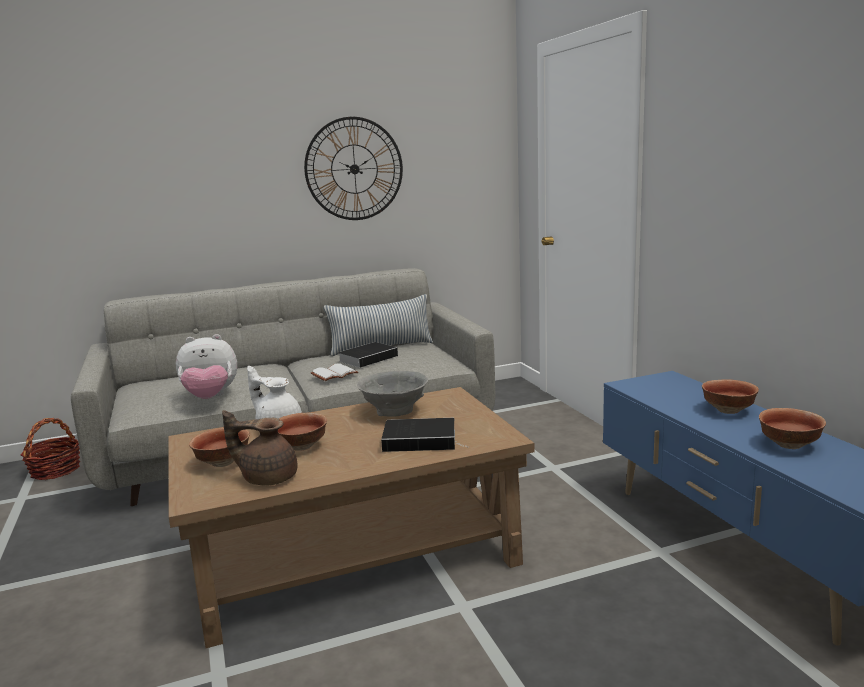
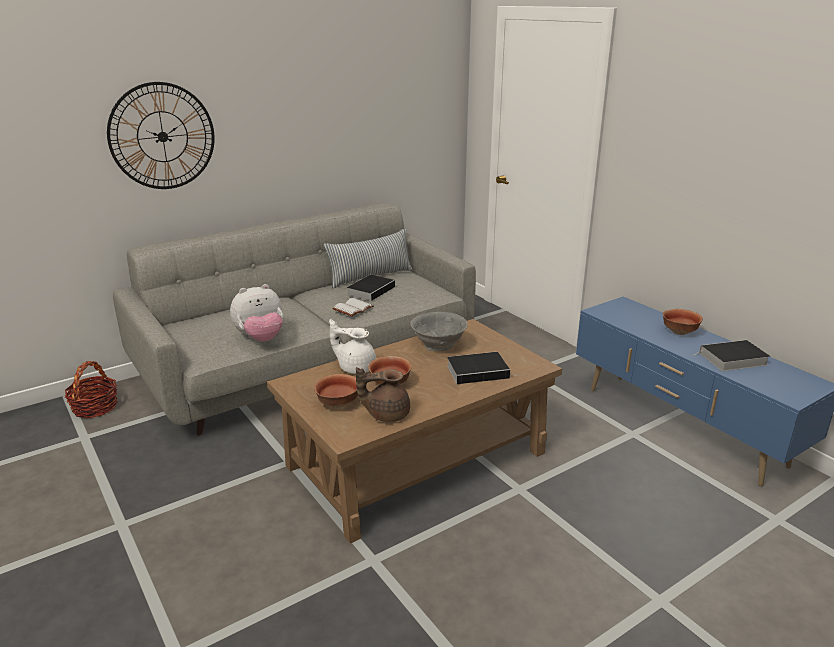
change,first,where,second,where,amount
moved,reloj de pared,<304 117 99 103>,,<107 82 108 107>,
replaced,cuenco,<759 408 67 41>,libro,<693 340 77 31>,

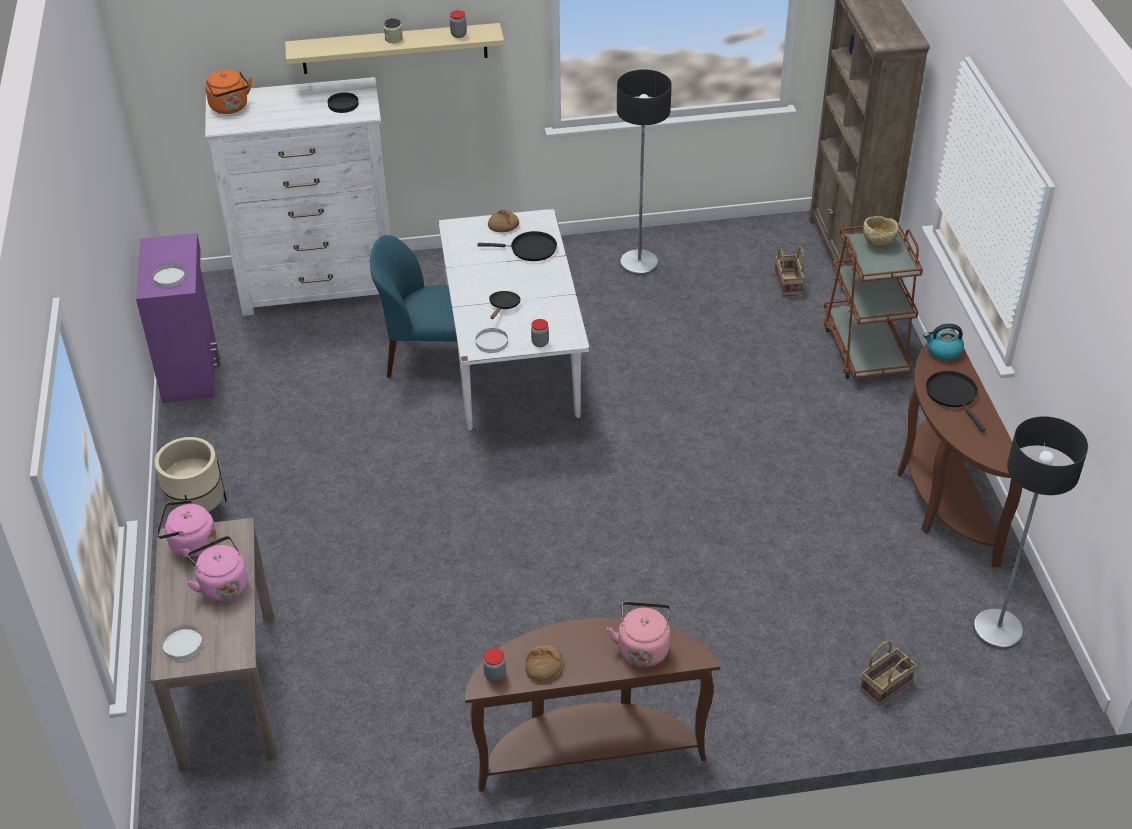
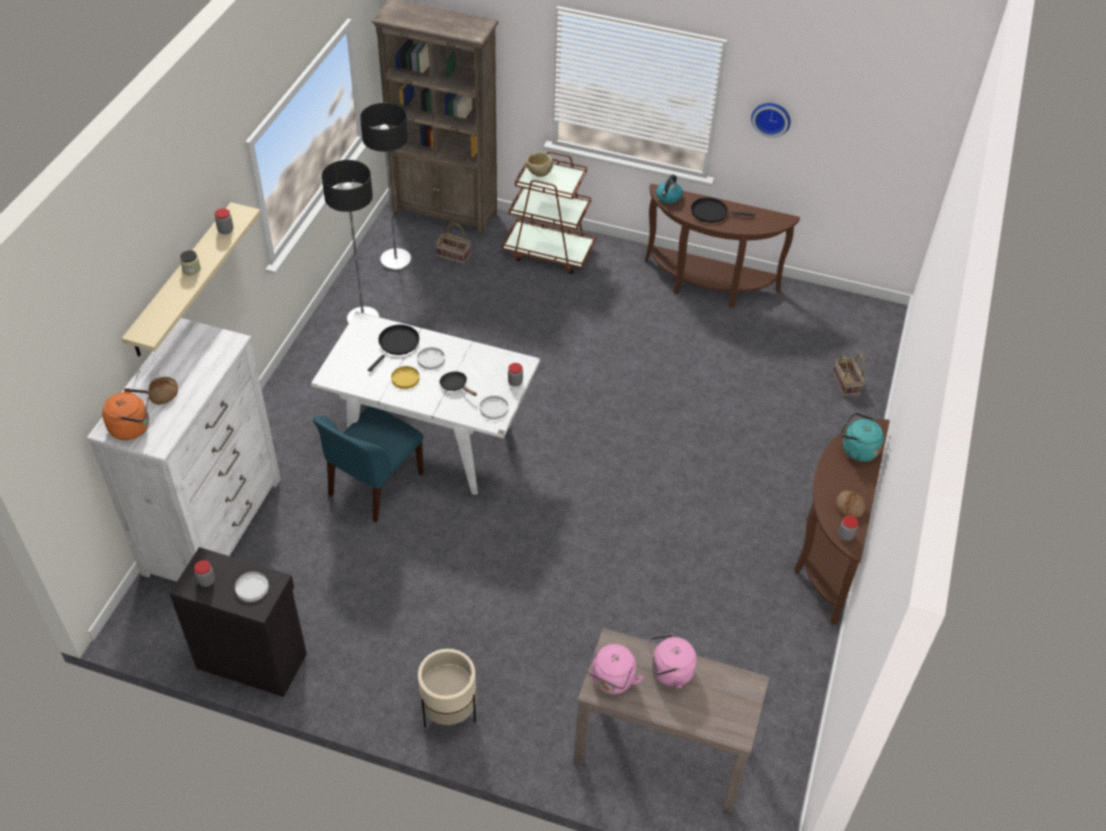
change,first,where,second,where,amount
removed,plato [negro],<328 92 31 21>,,,
added,,,tarro,<194 560 21 27>,
added,,,plato [amarillo],<391 366 29 23>,
added,,,reloj de pared,<751 103 40 35>,
moved,plato [blanco],<162 625 41 35>,,<417 347 28 23>,
moved,pan,<488 210 31 22>,,<148 377 30 28>,
moved,lámpara de pie,<973 416 115 233>,,<360 103 52 168>,
recoloured,armario [morado],<136 233 84 170>,armario [negro],<169 547 138 150>,
recoloured,hervidor [rosa],<607 602 64 65>,hervidor [turquesa],<840 412 44 50>,

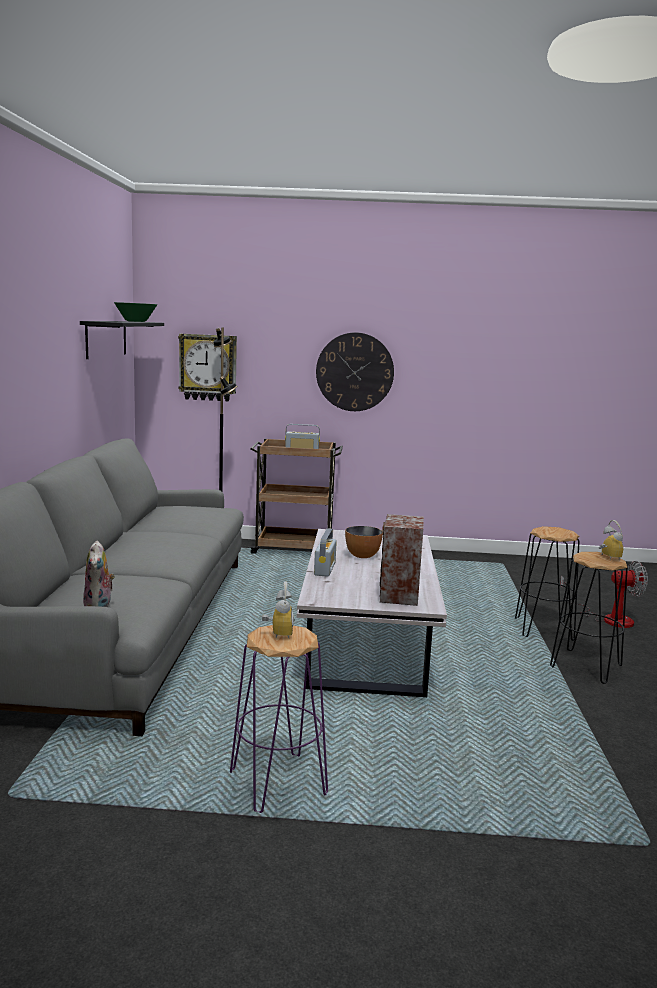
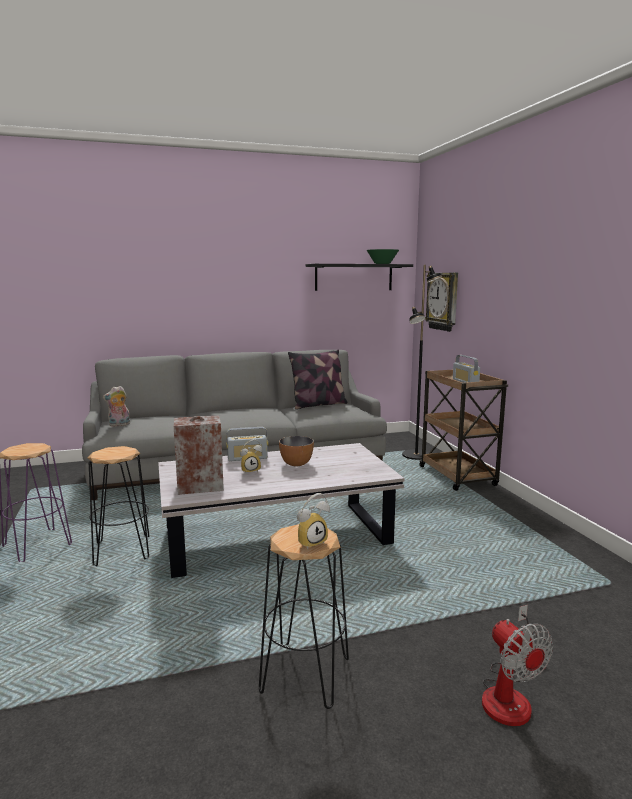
change,first,where,second,where,amount
removed,reloj de pared,<316 332 78 79>,,,
added,,,cojín,<288 350 59 59>,
moved,despertador,<262 582 32 56>,,<240 439 22 34>,
moved,taburete [negro],<515 526 65 115>,,<88 446 61 120>,

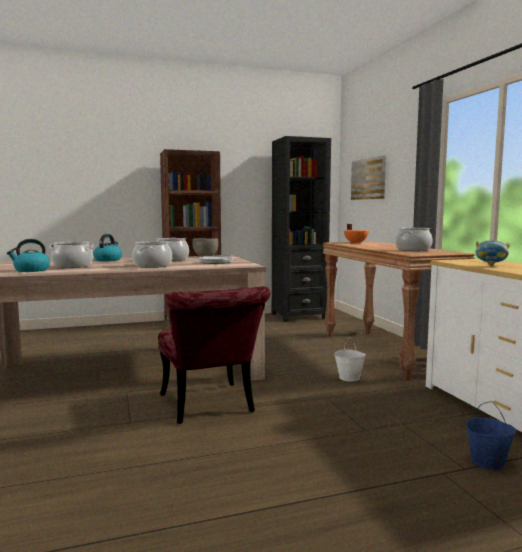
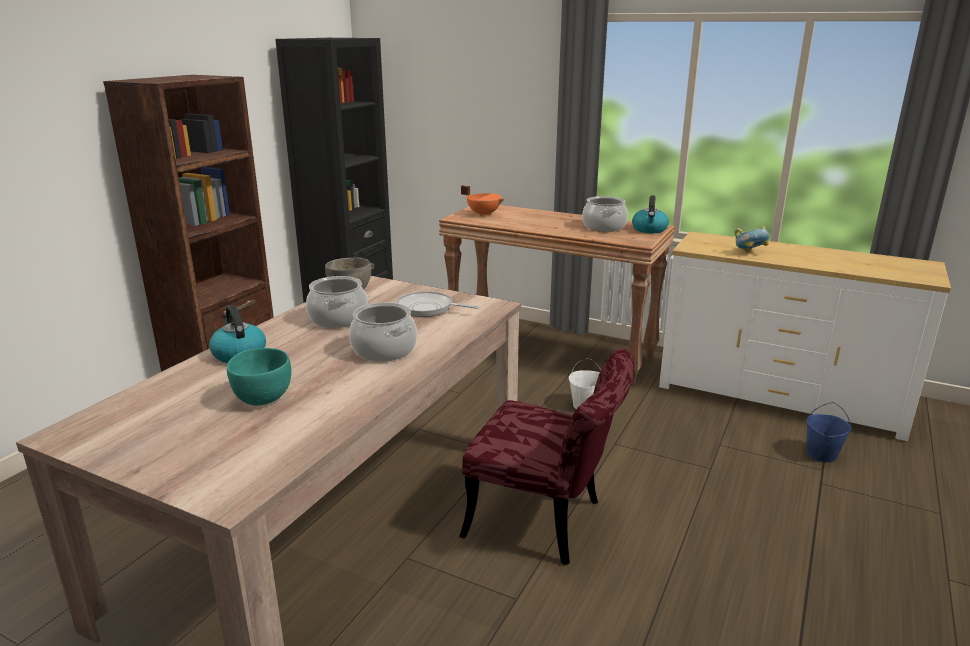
change,first,where,second,where,amount
removed,cuadro,<351 155 35 45>,,,
moved,hervidor,<7 239 43 33>,,<632 195 37 38>,
replaced,olla,<49 241 46 27>,cuenco [turquesa],<227 348 64 58>,

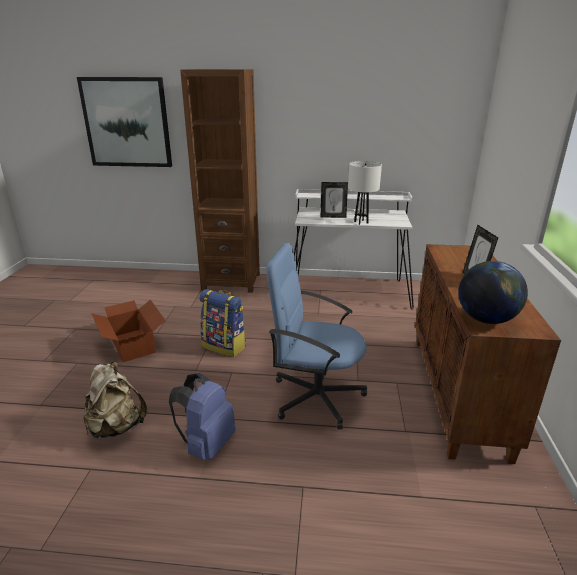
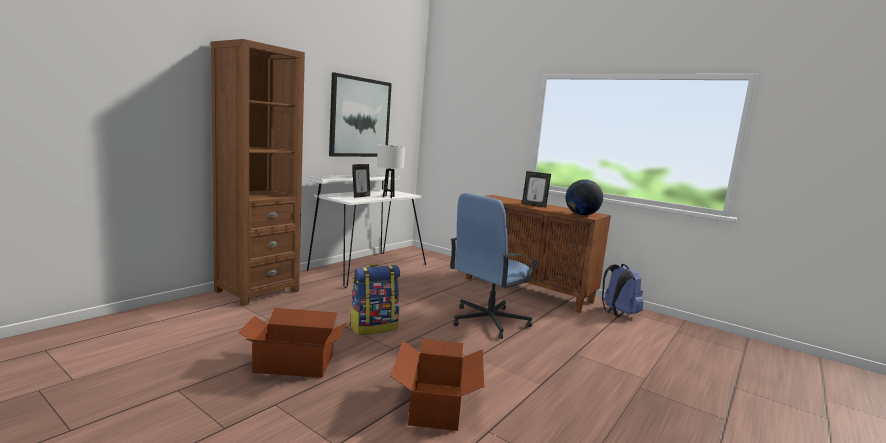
change,first,where,second,where,amount
moved,cuadro,<77 77 95 90>,,<329 73 63 84>,
moved,mochila [azul],<169 373 67 87>,,<602 264 41 53>,
replaced,mochila [beis],<83 362 64 77>,caja de cartón,<390 339 94 92>,

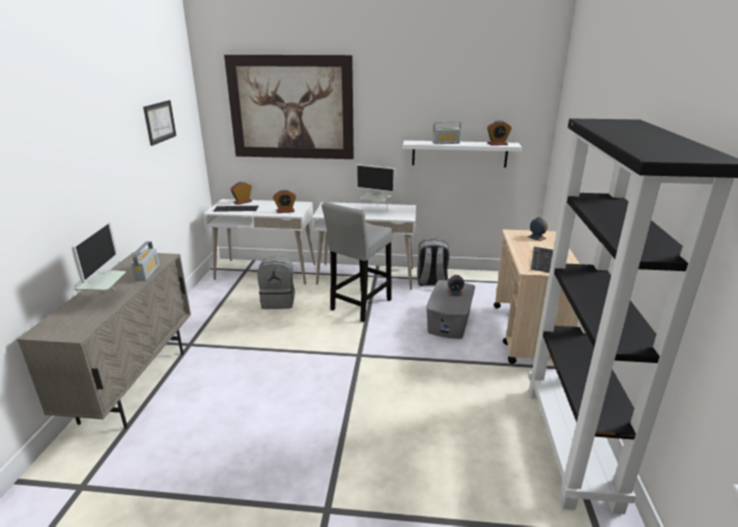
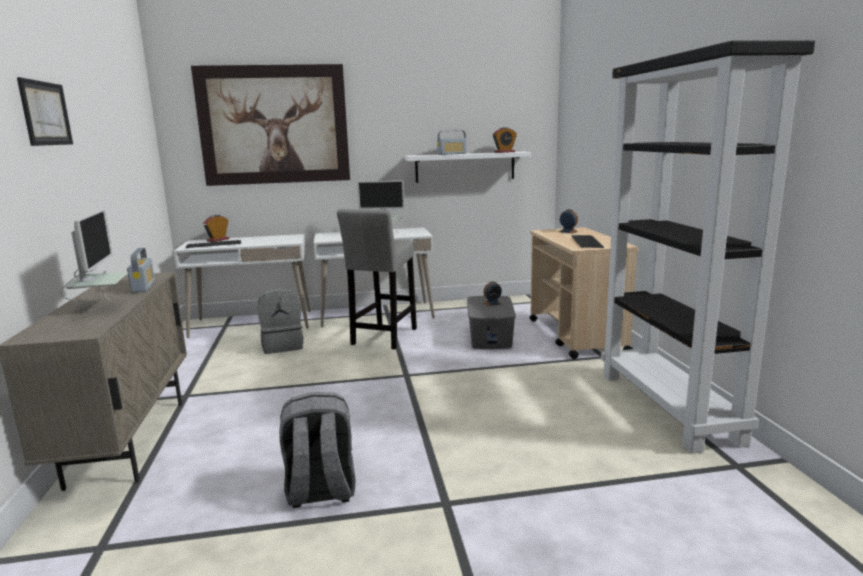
change,first,where,second,where,amount
removed,despertador,<273 190 23 23>,,,
moved,cuadro,<143 100 33 46>,,<17 77 56 69>,
moved,mochila [gris],<417 238 33 48>,,<279 392 77 116>,

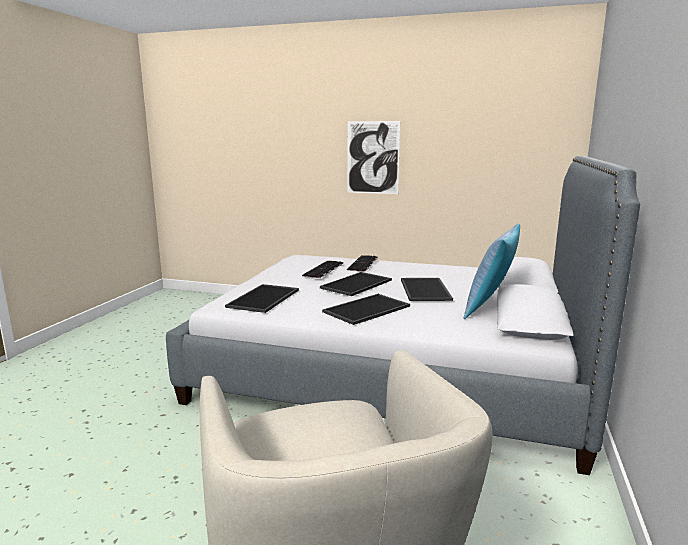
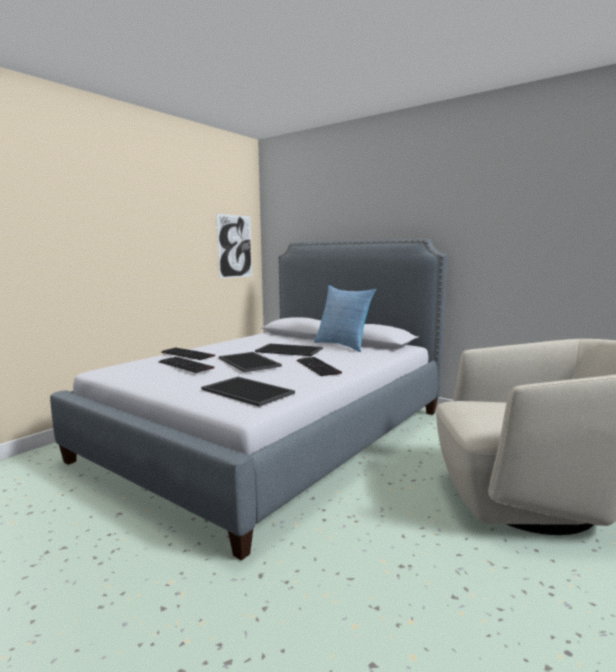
change,first,where,second,where,amount
moved,cuadro,<348 121 52 73>,,<217 214 35 64>,
replaced,bandeja,<322 294 88 31>,teclado,<297 357 45 19>,

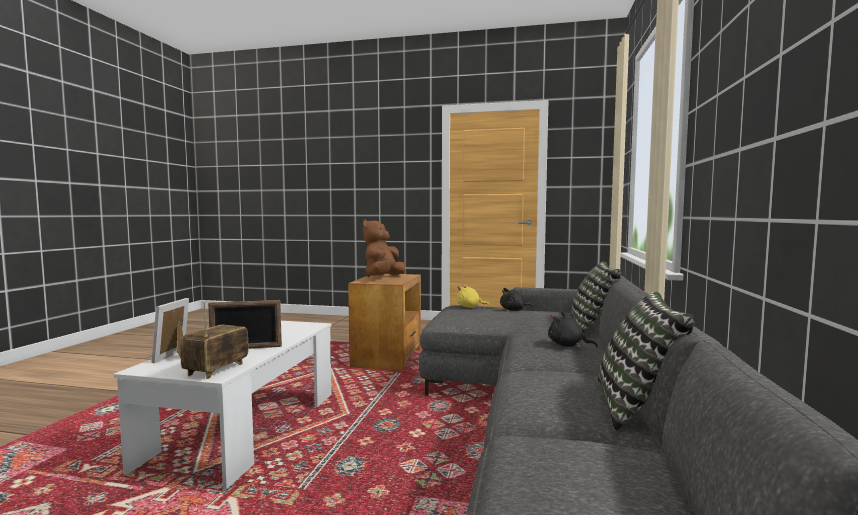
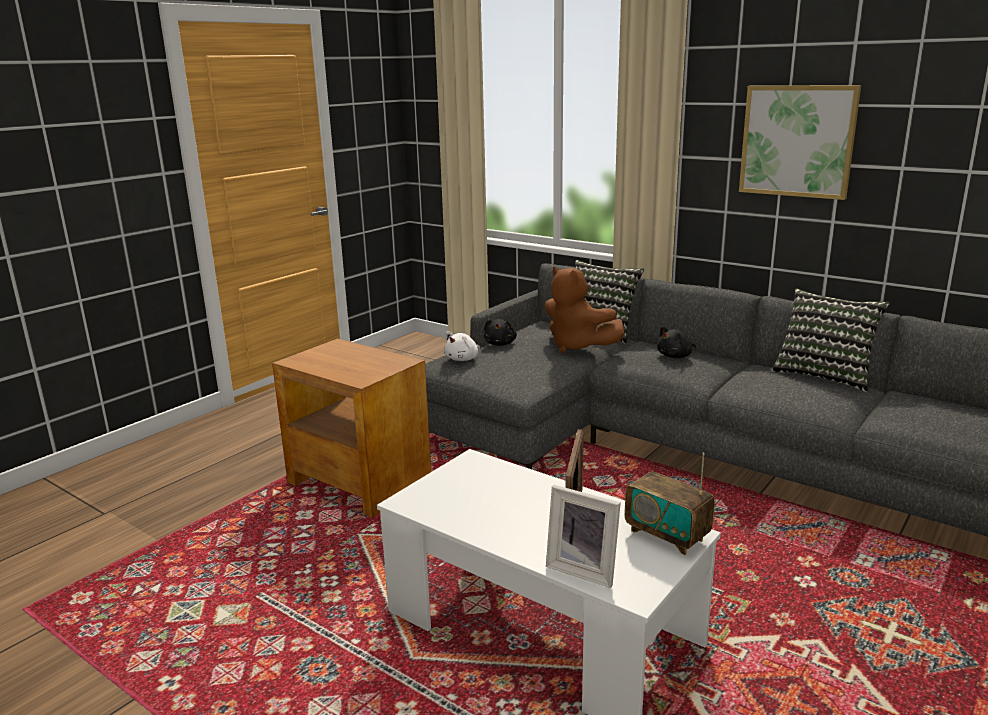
change,first,where,second,where,amount
added,,,cuadro,<739 85 122 115>,
moved,peluche [marrón],<363 220 43 57>,,<545 267 79 86>,
recoloured,peluche [amarillo],<456 284 34 24>,peluche [blanco],<444 332 36 29>,

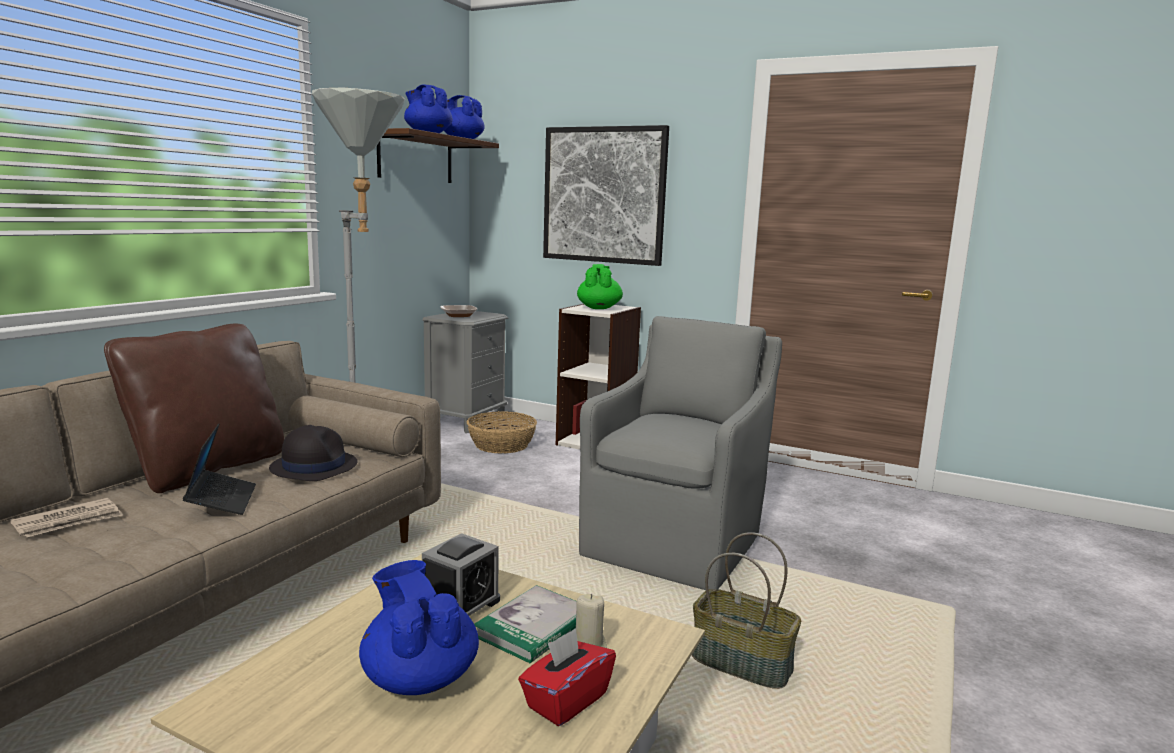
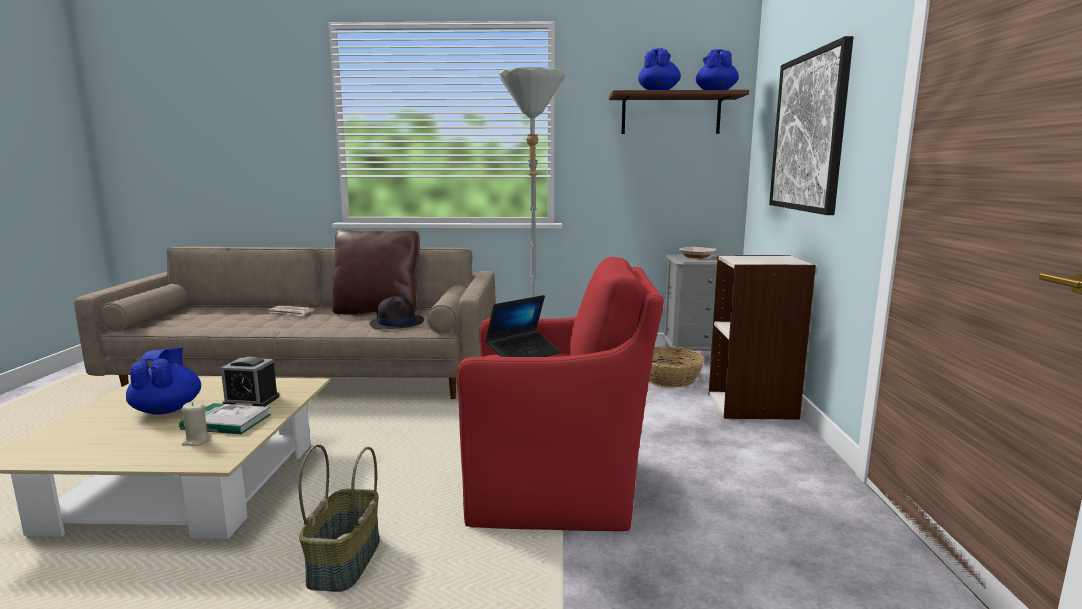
change,first,where,second,where,amount
removed,caja de pañuelos [rojo],<518 628 98 98>,,,
removed,tetera [verde],<577 264 46 45>,,,
moved,portátil,<183 423 73 92>,,<485 295 76 62>,
recoloured,sillón [gris],<579 316 203 274>,sillón [rojo],<457 257 207 274>,
turned,tetera [azul],<359 560 120 135>,,<126 347 75 68>,45 degrees counterclockwise

